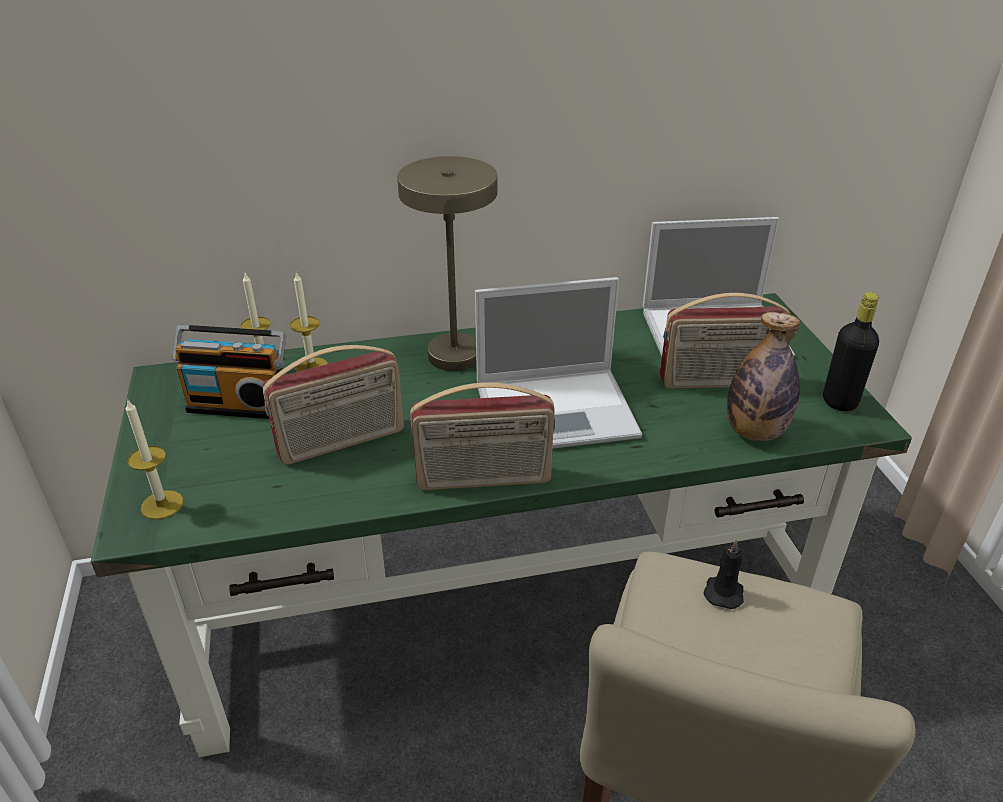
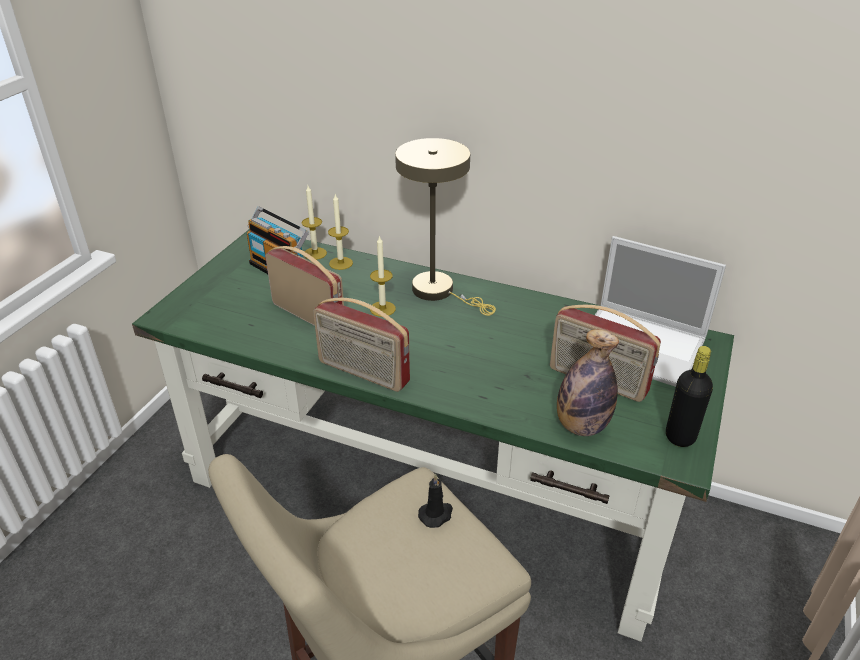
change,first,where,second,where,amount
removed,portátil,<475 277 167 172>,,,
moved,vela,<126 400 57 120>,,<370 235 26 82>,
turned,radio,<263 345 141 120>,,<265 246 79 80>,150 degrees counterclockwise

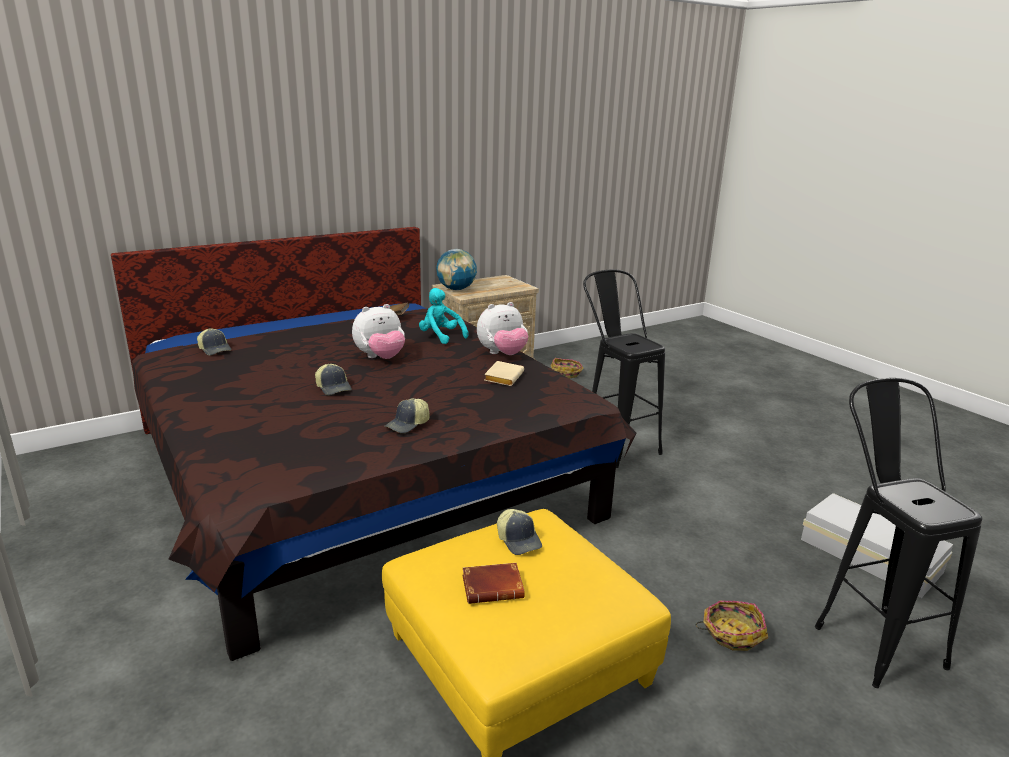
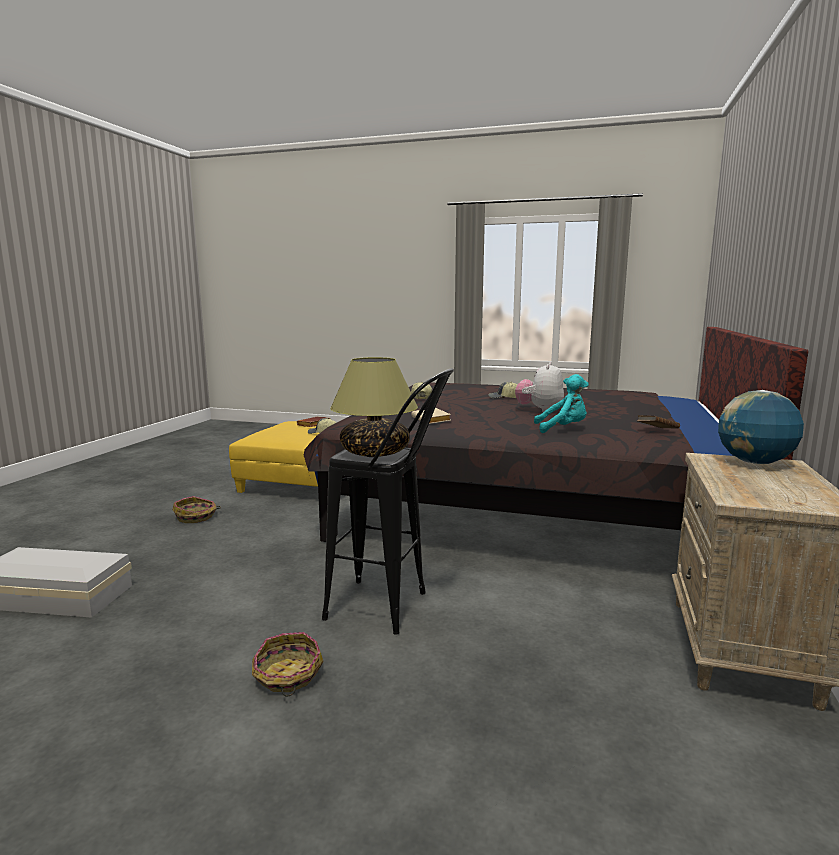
change,first,where,second,where,amount
removed,gorra,<197 328 35 28>,,,
removed,peluche,<477 302 51 53>,,,
removed,taburete [negro],<815 378 167 310>,,,
added,,,lámpara de mesa,<330 357 88 100>,
moved,cesta,<551 358 32 21>,,<252 632 71 65>,

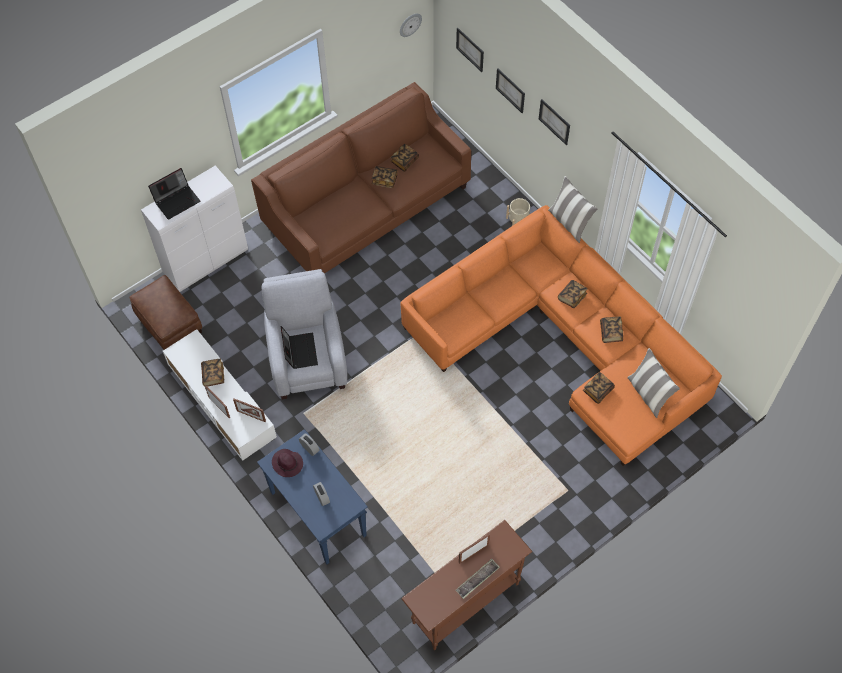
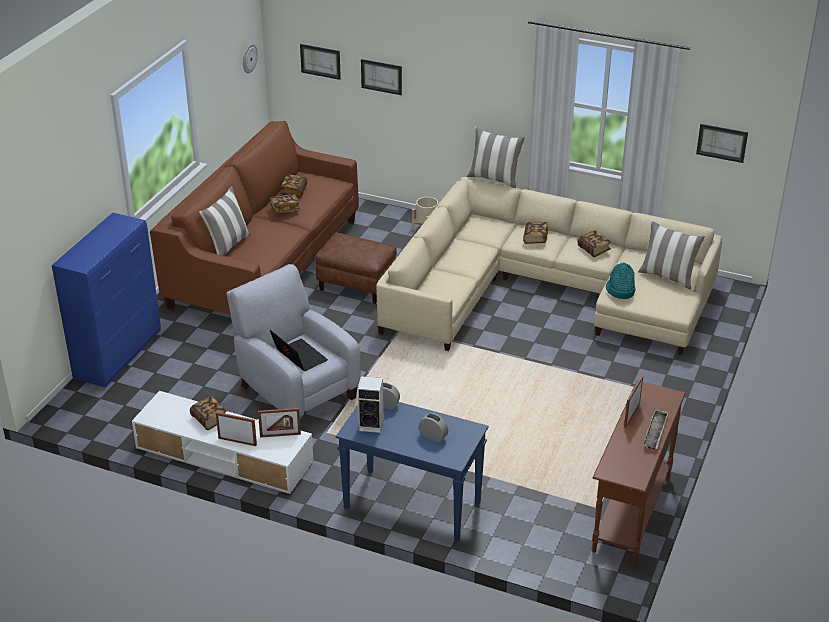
change,first,where,second,where,amount
removed,portátil,<148 168 52 51>,,,
added,,,cojín,<199 186 52 70>,
moved,puf [marrón],<129 275 73 75>,,<316 233 81 71>,
moved,cuadro,<539 99 31 46>,,<696 124 52 39>,
replaced,sombrero [morado],<272 449 31 28>,altavoz,<358 376 26 57>,
replaced,libro,<583 372 32 32>,sombrero [turquesa],<606 262 30 37>,
recoloured,armario [blanco],<141 165 107 127>,armario [azul],<52 213 109 174>,
recoloured,sofá [naranja],<400 205 322 261>,sofá [beis],<376 177 346 178>,

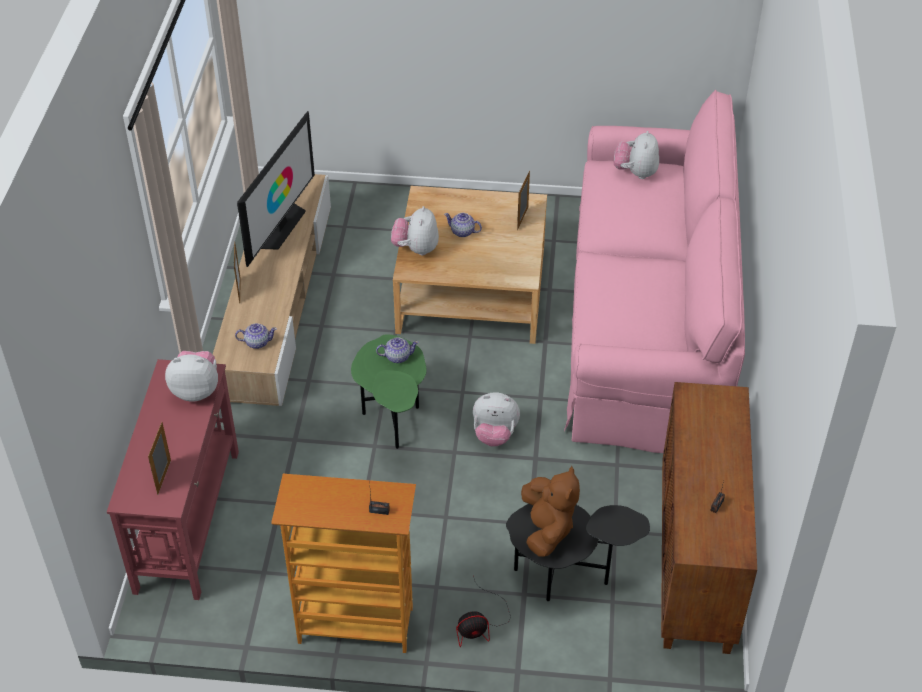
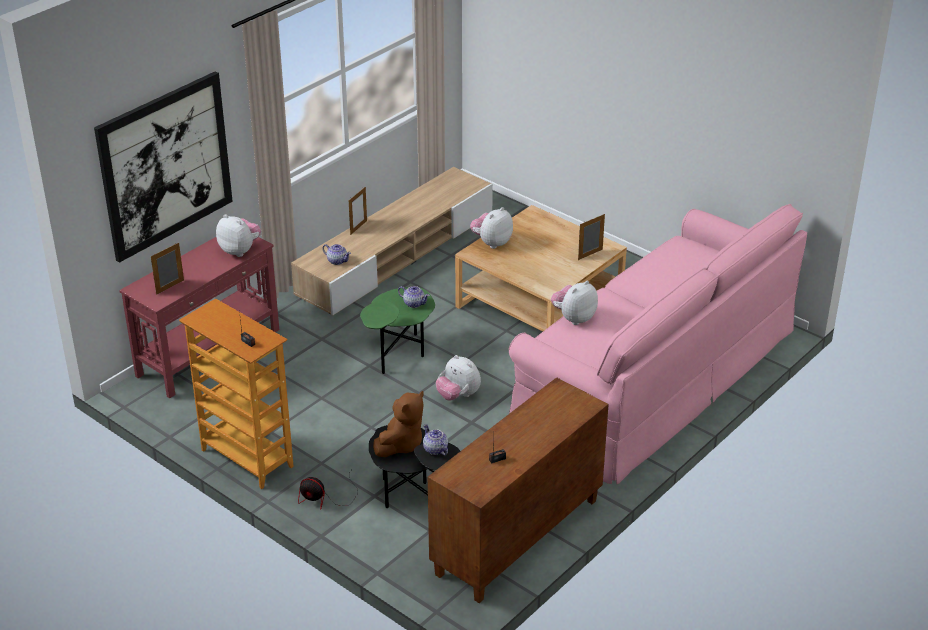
change,first,where,second,where,amount
removed,televisor,<237 111 78 156>,,,
added,,,cuadro,<94 71 139 192>,
moved,tetera,<444 213 38 24>,,<423 424 25 31>,
moved,peluche,<614 131 45 48>,,<551 281 47 44>,

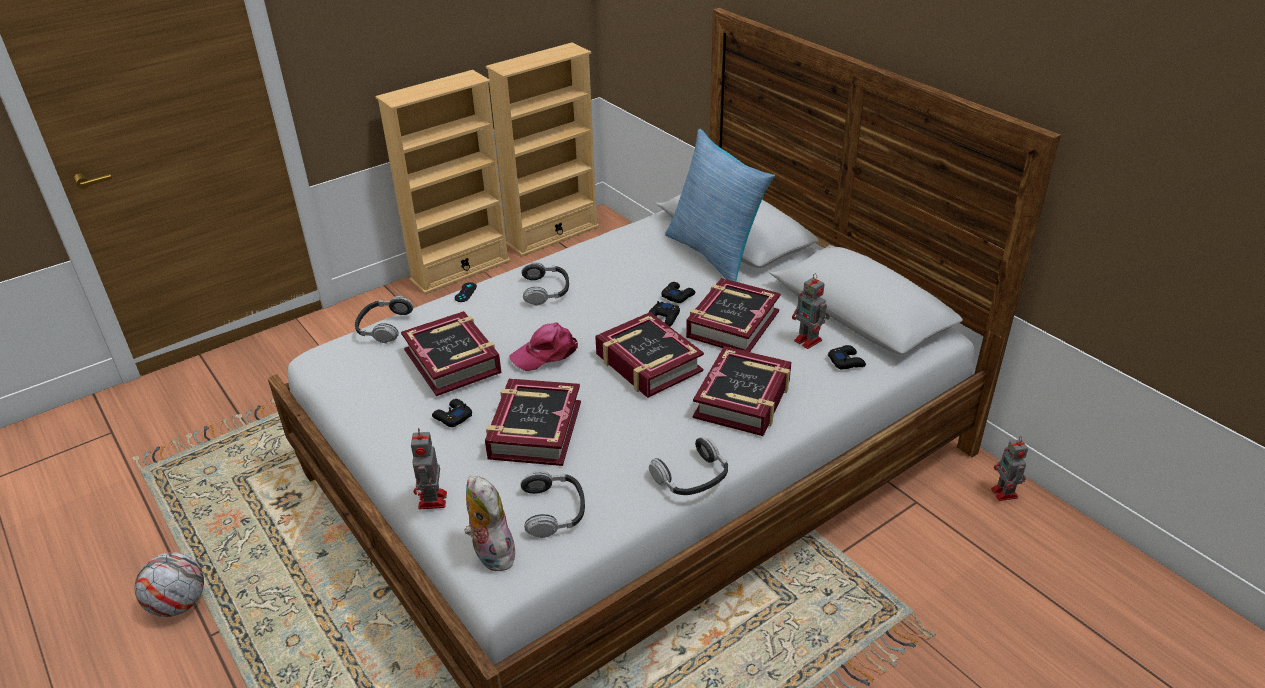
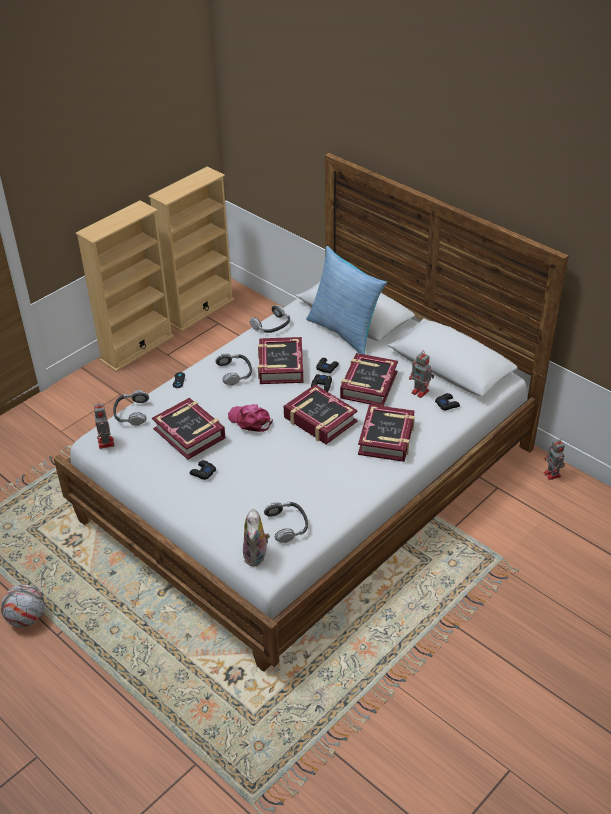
change,first,where,second,where,amount
moved,robot de juguete,<411 428 36 81>,,<94 403 21 46>,
moved,libro,<485 379 96 87>,,<258 337 46 47>,
moved,auriculares,<649 437 79 58>,,<250 305 40 28>,
turned,peluche,<464 476 53 95>,,<243 509 27 58>,135 degrees counterclockwise
turned,gorra [rosa],<509 322 69 49>,,<228 404 45 28>,75 degrees clockwise

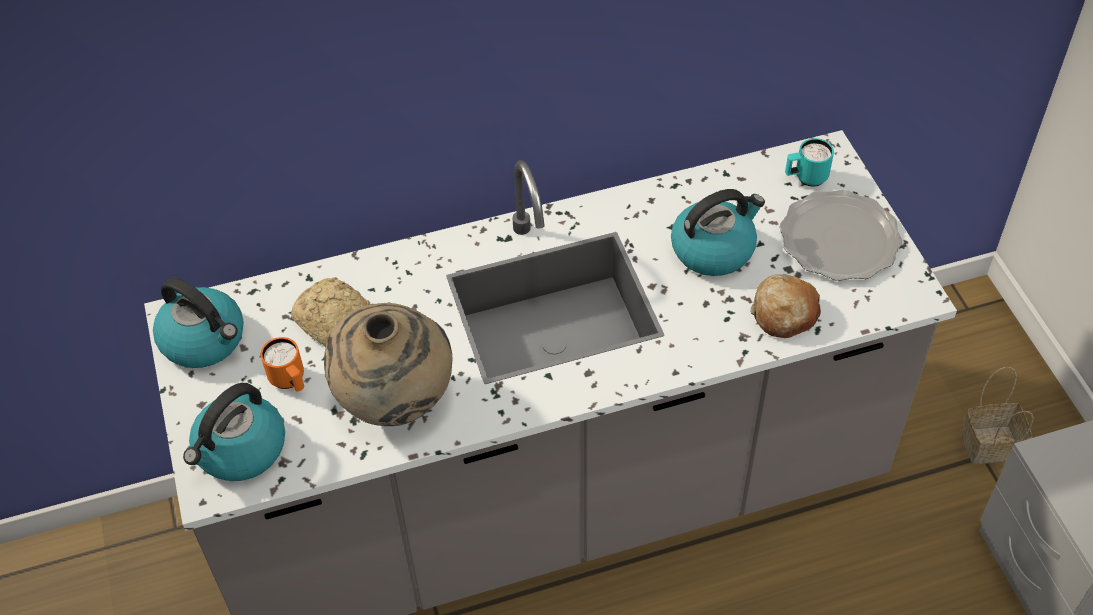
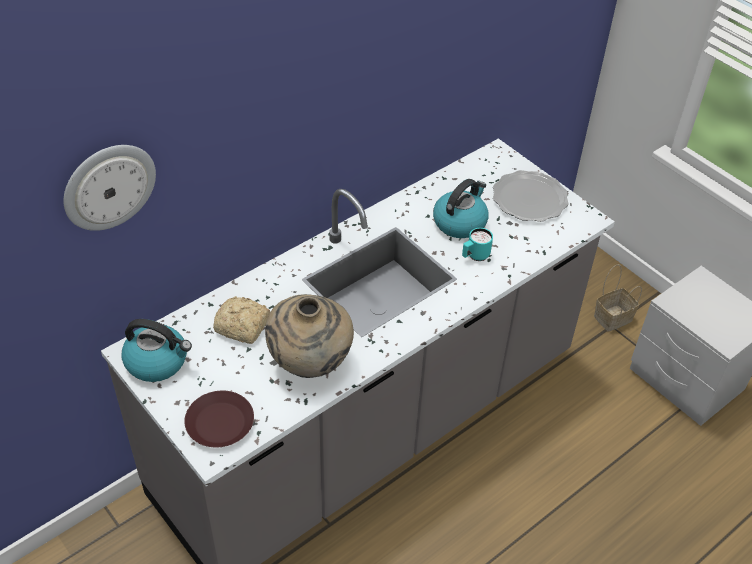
change,first,where,second,where,amount
removed,taza grande [naranja],<260 337 44 54>,,,
removed,pan,<750 274 71 64>,,,
added,,,reloj de pared,<63 145 93 86>,
moved,taza grande [turquesa],<785 138 49 49>,,<462 228 31 33>,
replaced,hervidor,<183 383 102 98>,plato [marrón],<184 391 70 56>,

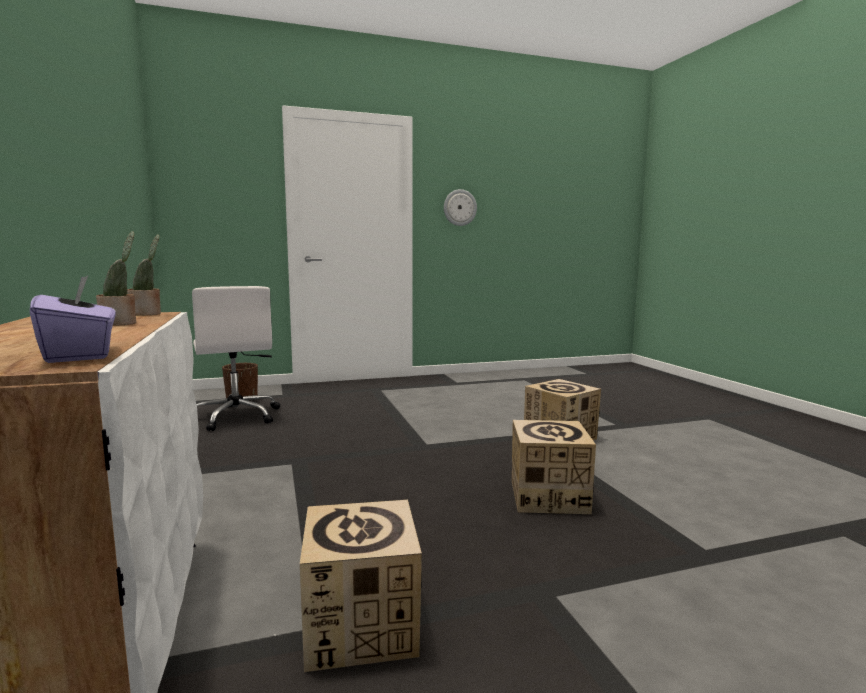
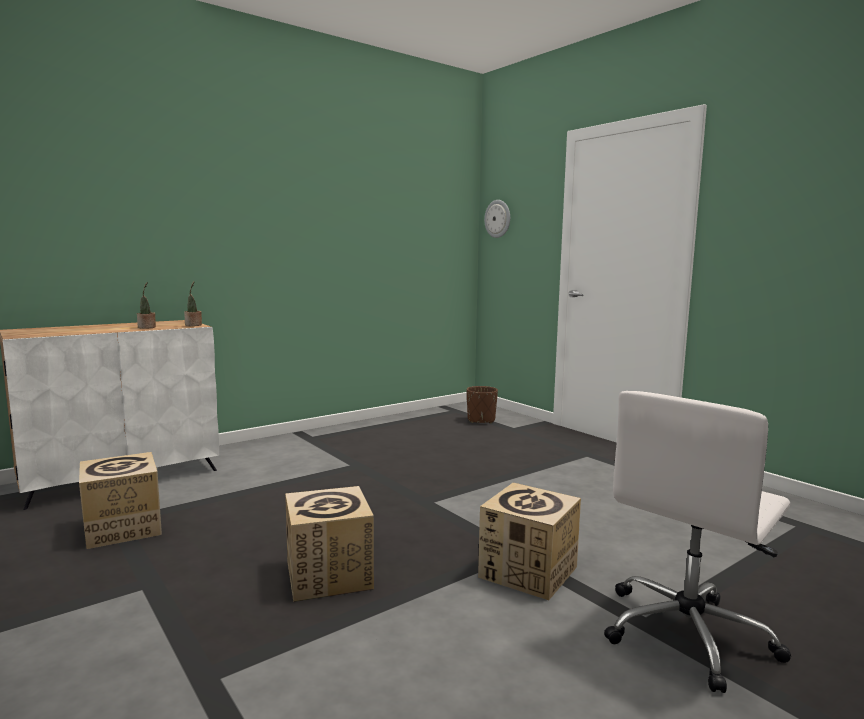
change,first,where,second,where,amount
removed,caja de pañuelos [morado],<30 276 86 87>,,,
moved,silla de oficina [blanco],<192 286 88 145>,,<604 391 187 302>,
moved,reloj de pared,<444 189 33 37>,,<484 200 26 38>,

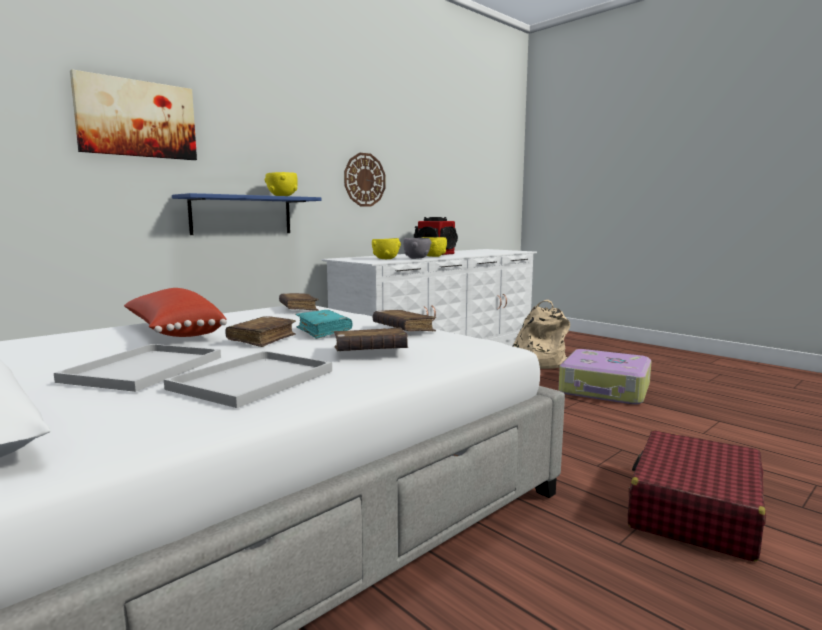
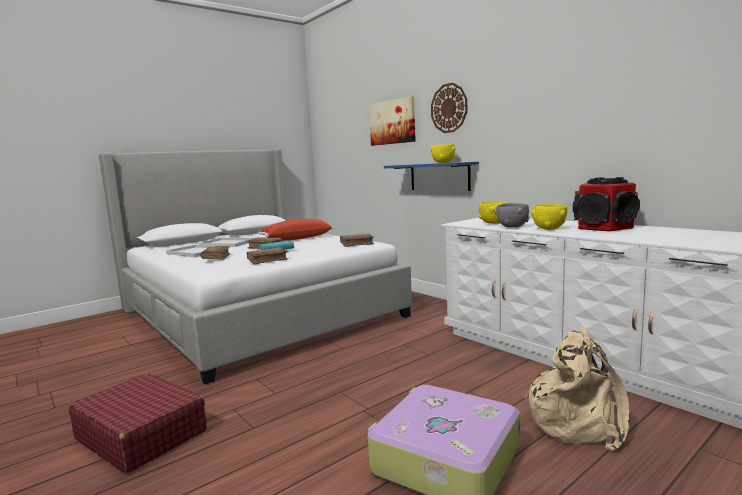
change,first,where,second,where,amount
moved,reloj de pared,<344 153 41 54>,,<431 83 36 50>,

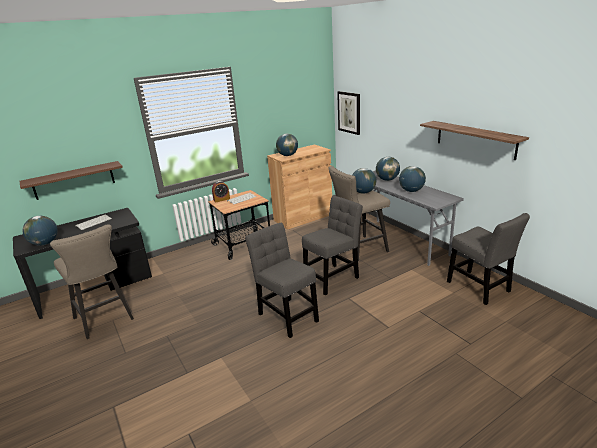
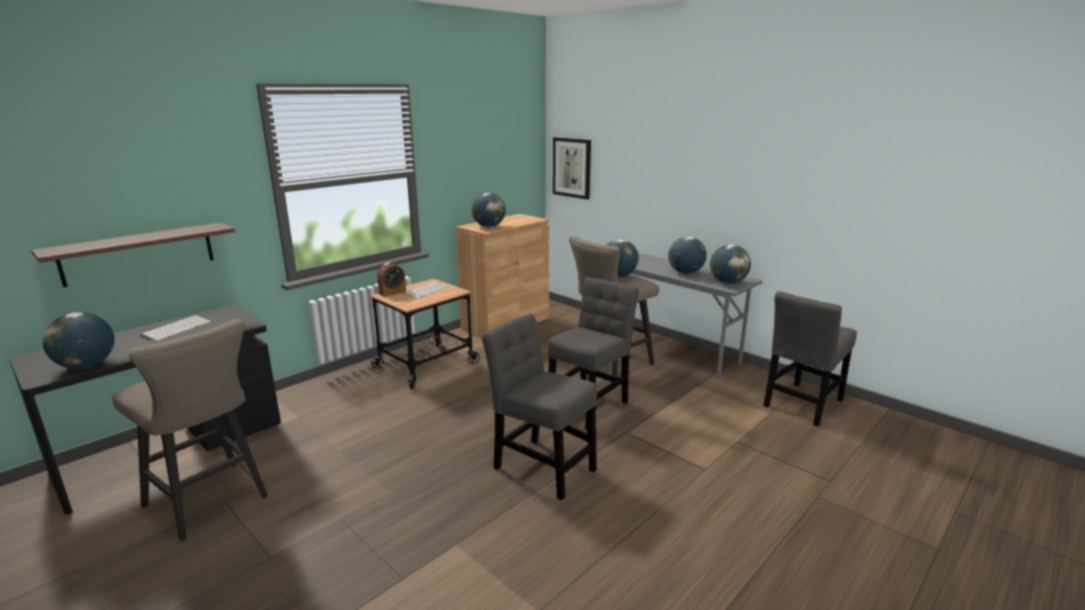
change,first,where,second,where,amount
removed,estante,<420 121 109 39>,,,
moved,globo terráqueo,<376 157 24 24>,,<710 245 41 39>,
turned,silla [gris],<447 213 83 92>,,<763 291 94 135>,90 degrees clockwise

